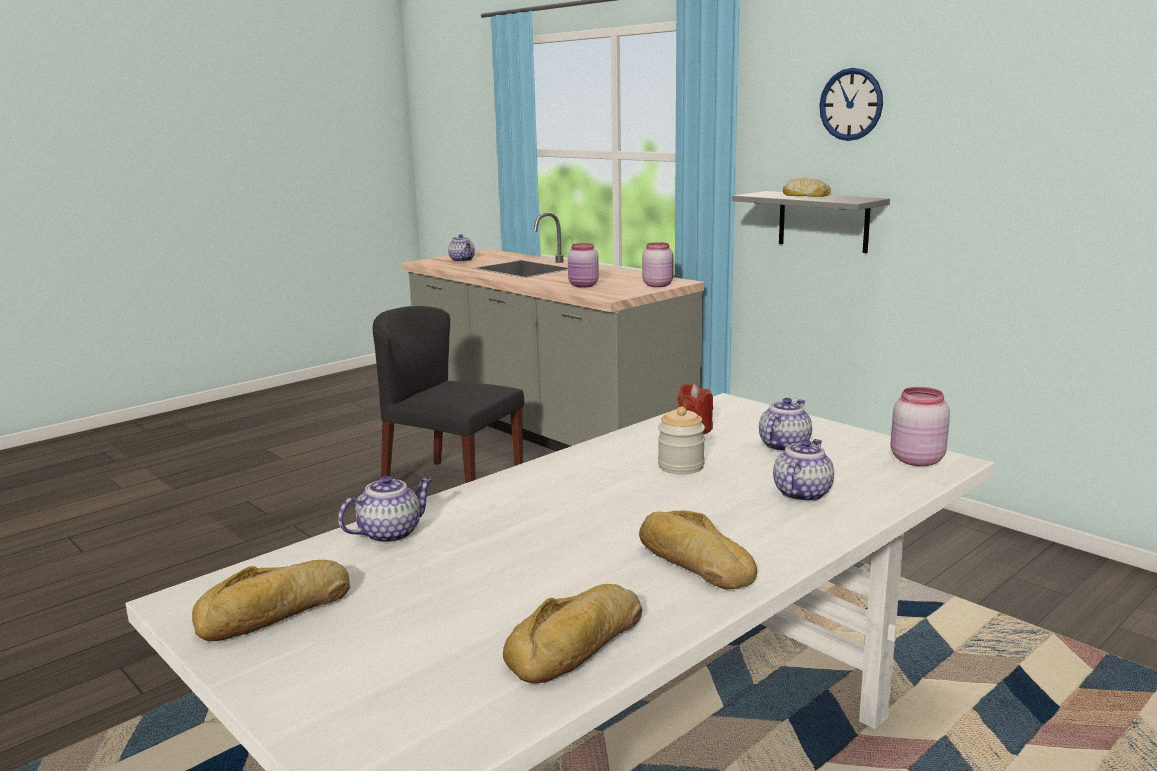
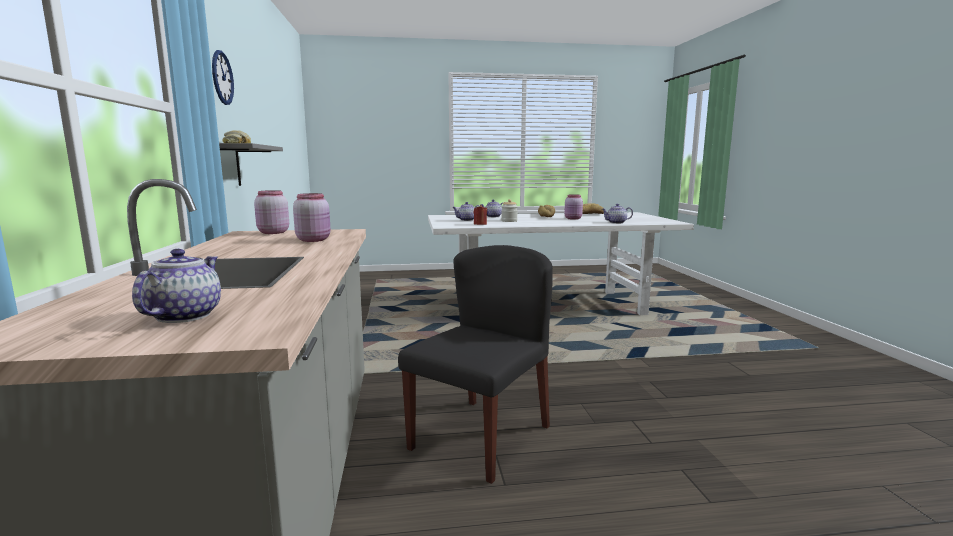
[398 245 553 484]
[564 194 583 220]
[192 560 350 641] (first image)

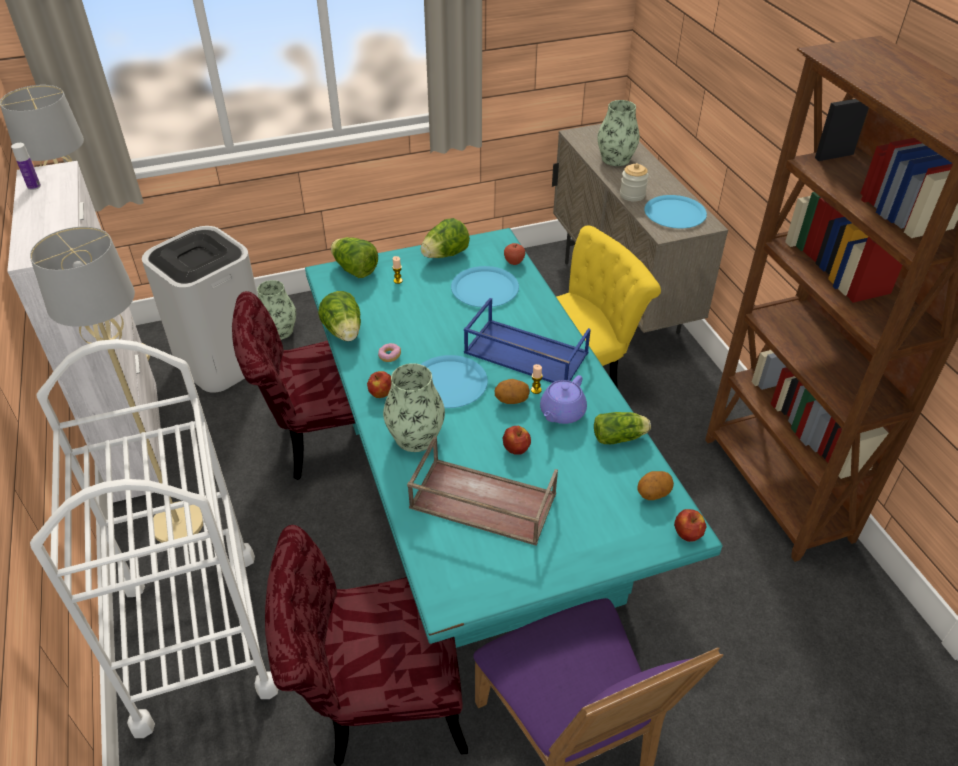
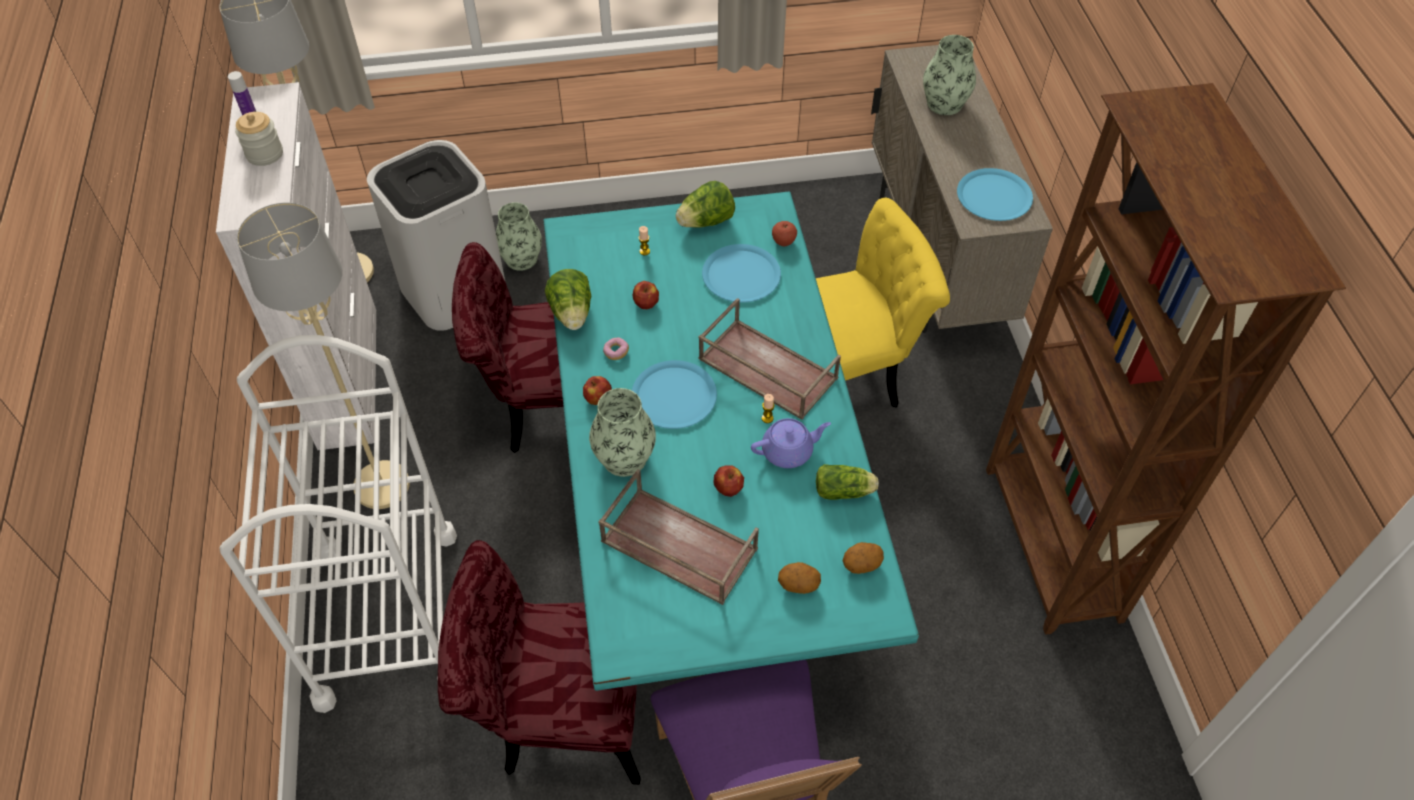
[235 112 283 166]
[331 237 378 278] (first image)
[699 298 841 420]
[751 418 831 468]
[778 562 821 594]
[632 281 659 309]

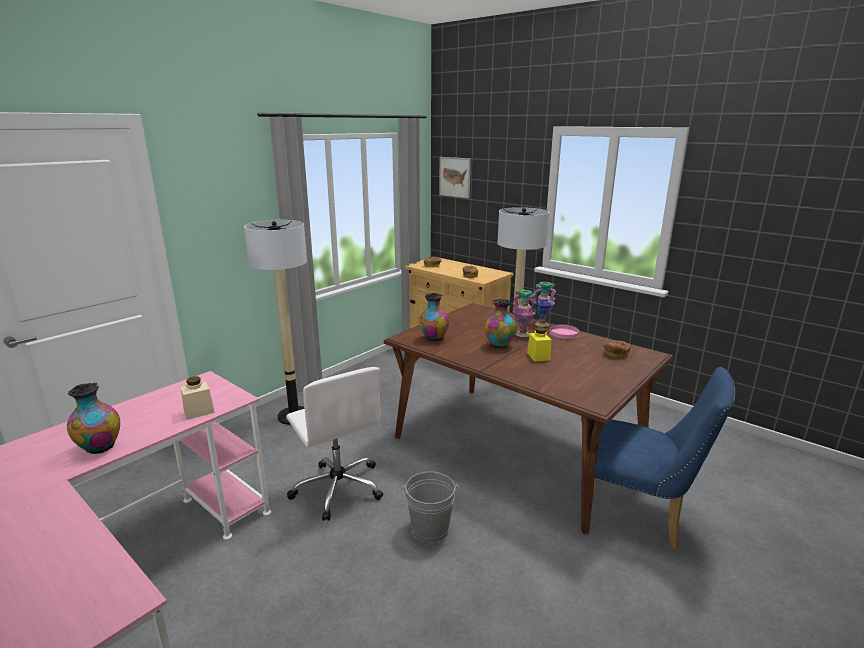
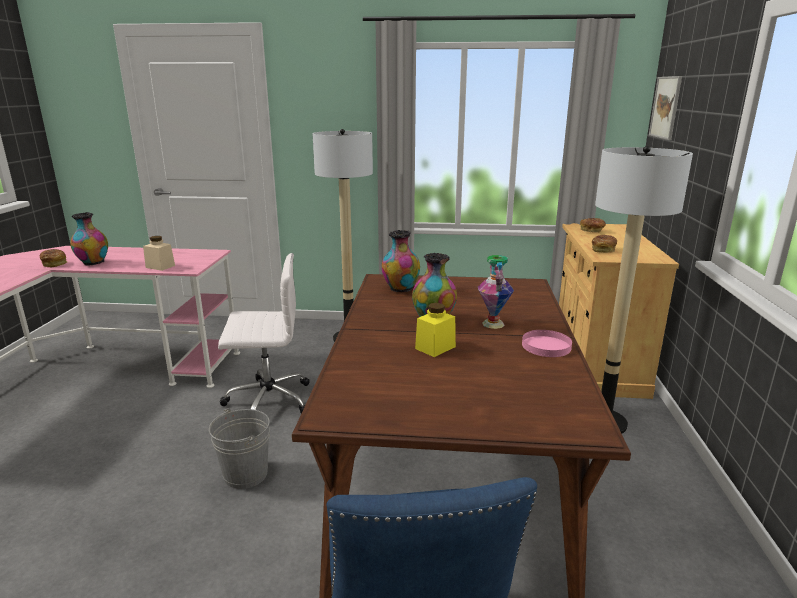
[533 282 556 327] (first image)
[40 249 67 267]
[218 253 310 413]

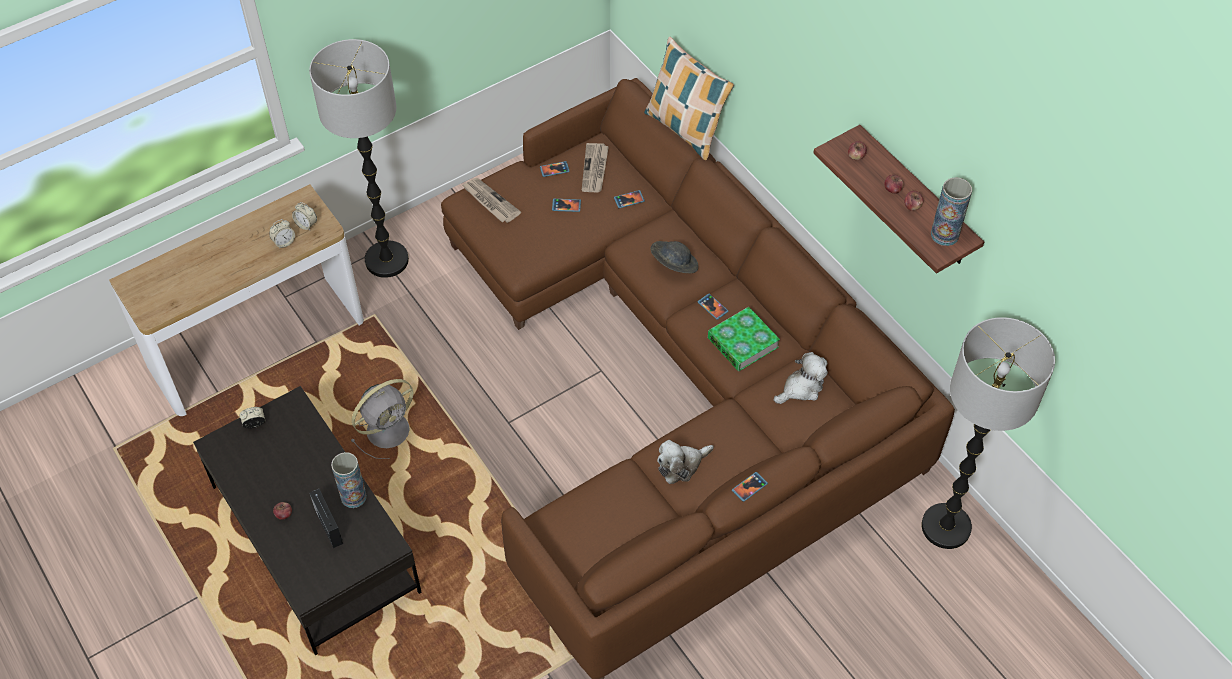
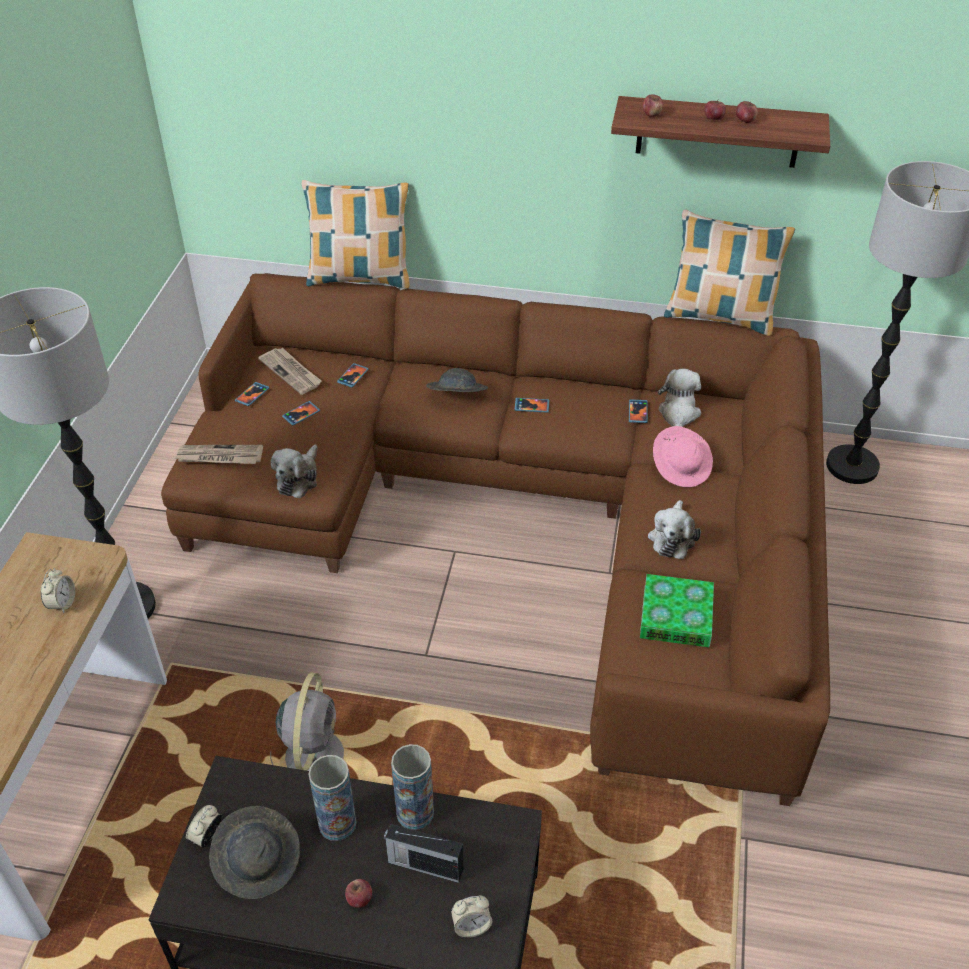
[308 755 356 841]
[451 895 492 938]
[640 574 714 647]
[629 399 648 423]
[664 210 795 336]
[653 426 713 487]
[271 445 317 498]
[209 806 300 899]

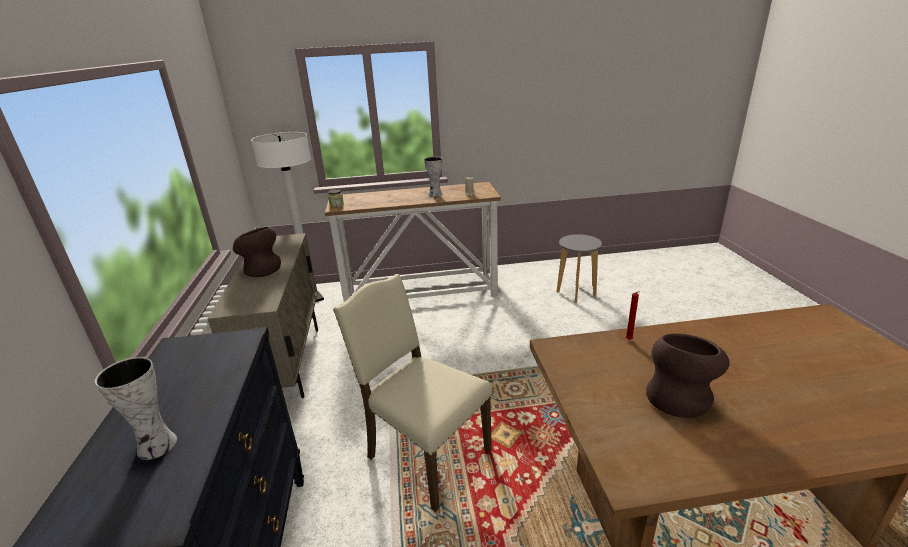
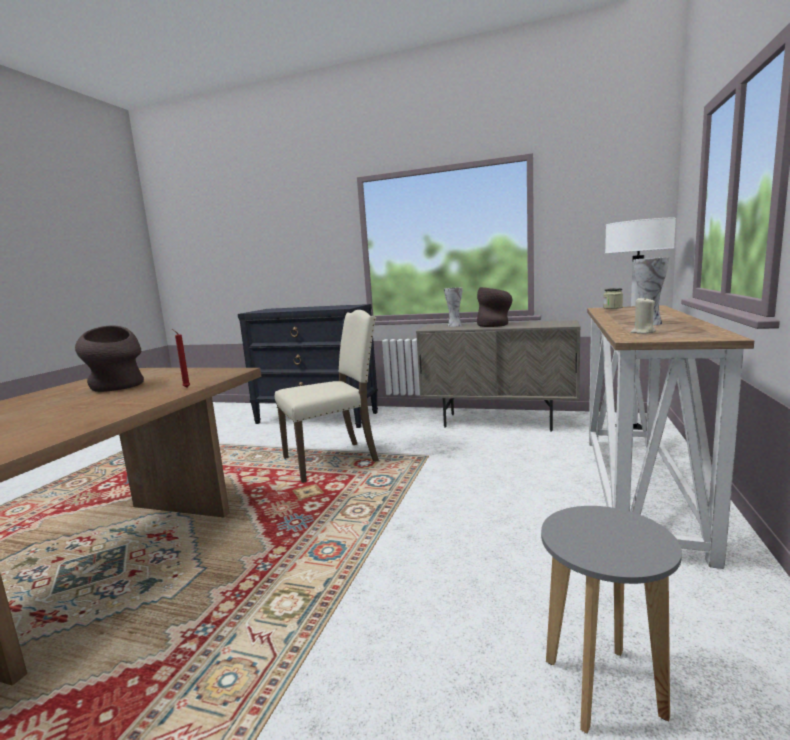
[444 287 462 327]

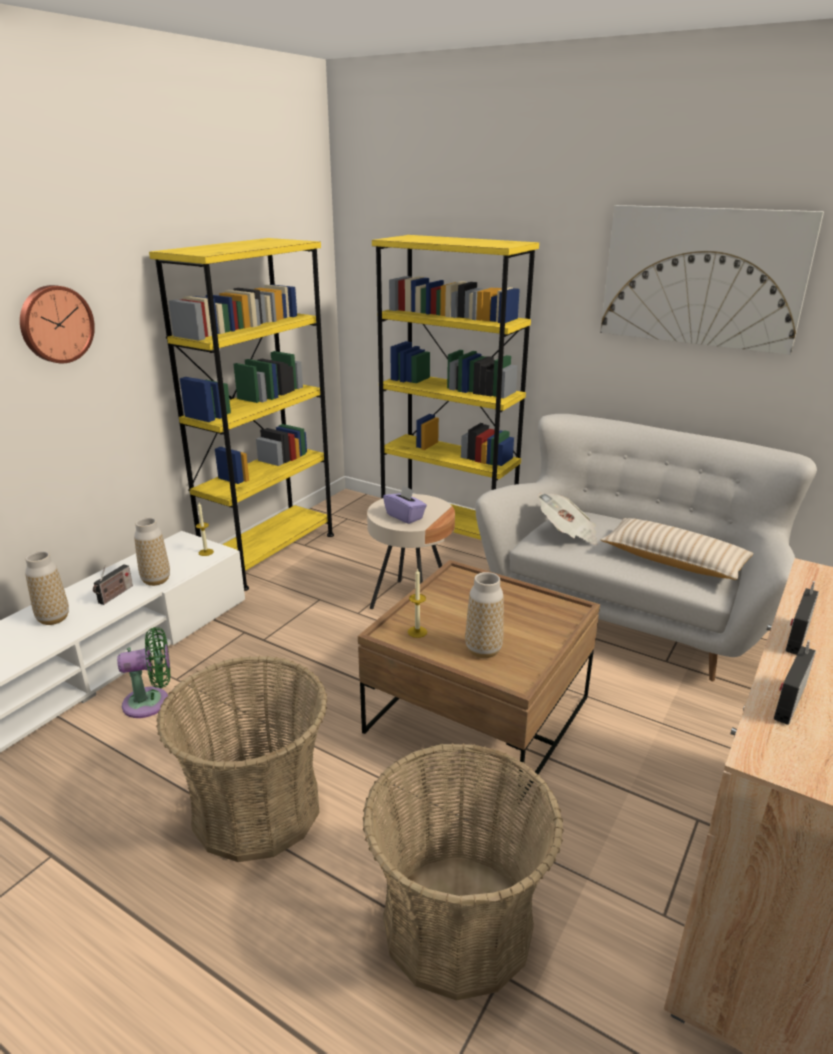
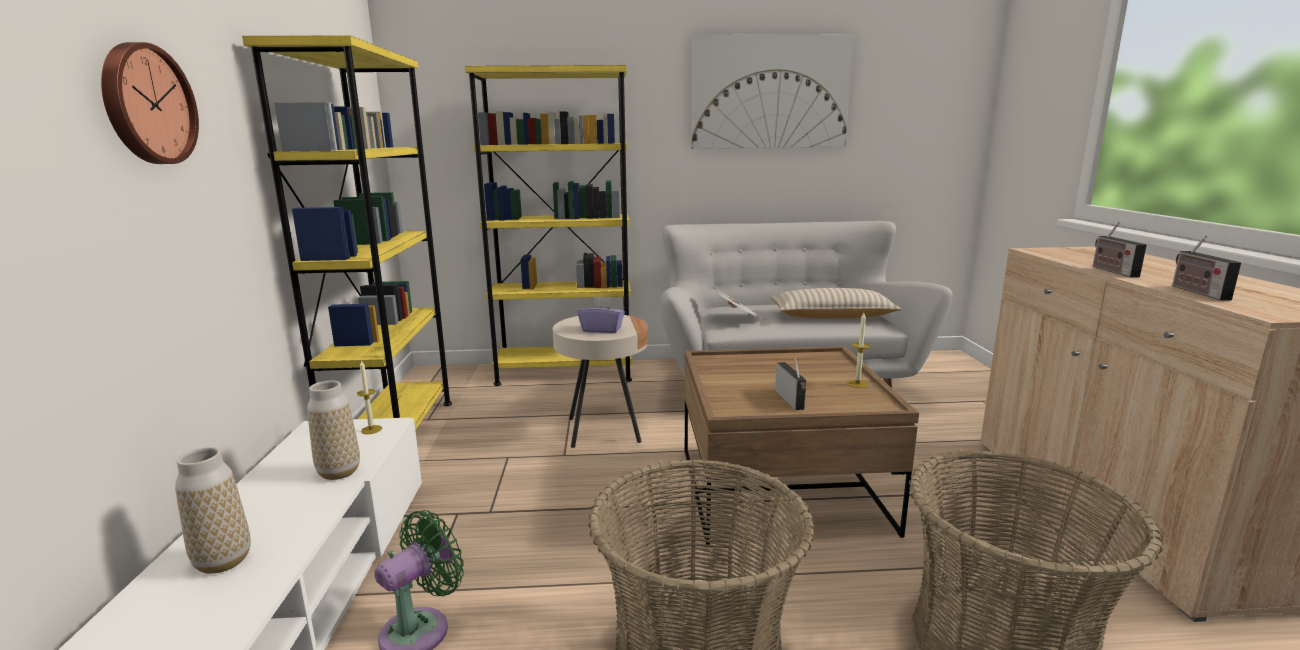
[775 357 806 410]
[847 313 870 388]
[465 572 504 658] (first image)

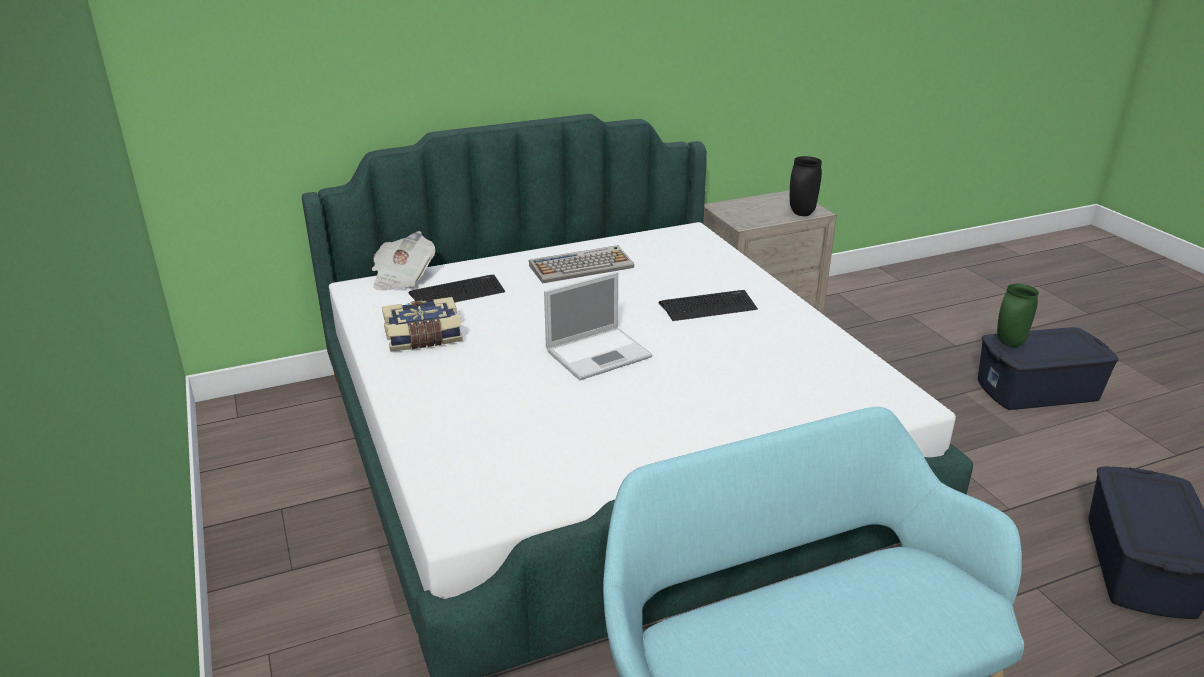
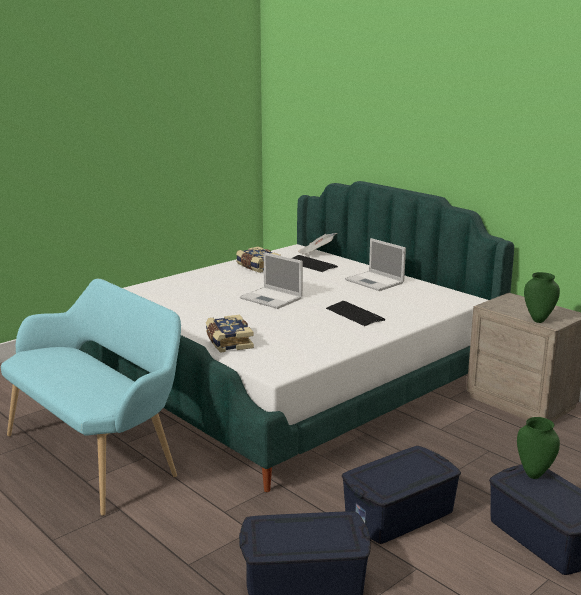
[524 272 560 323]
[345 238 406 291]
[206 315 254 353]
[342 446 461 544]

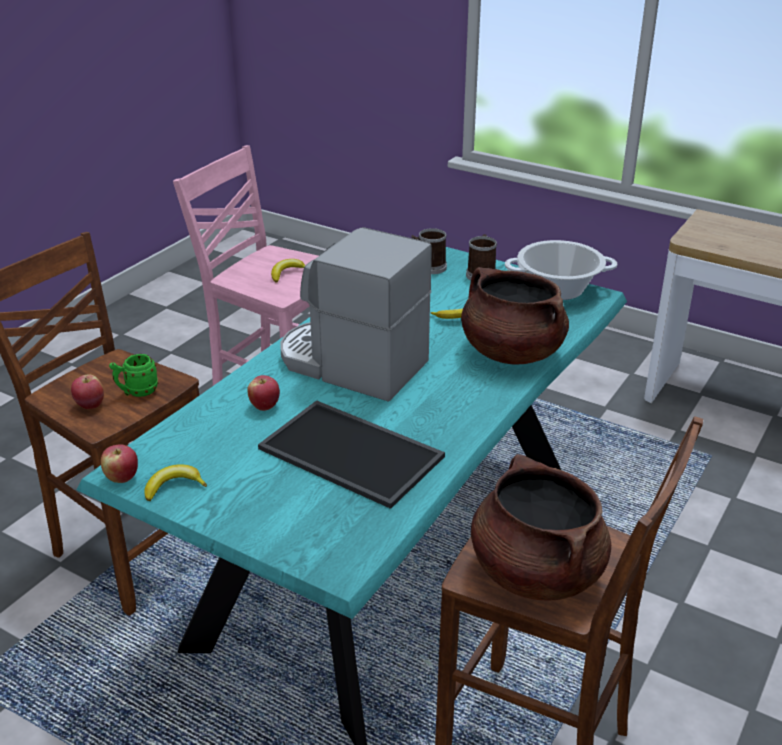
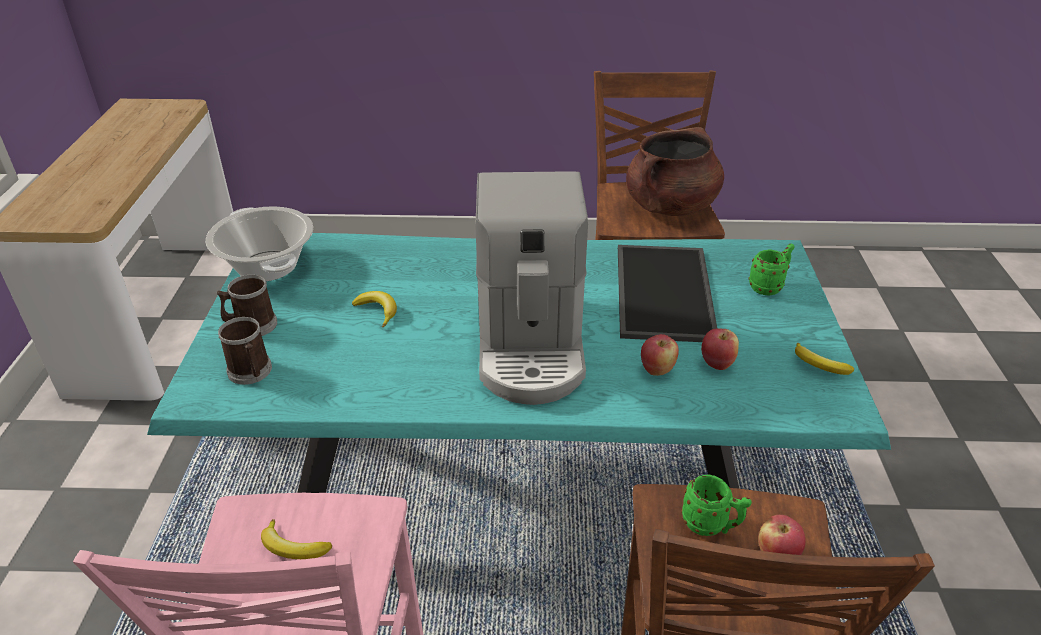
[461 267 569 364] (first image)
[701 329 739 370]
[748 244 795 296]

